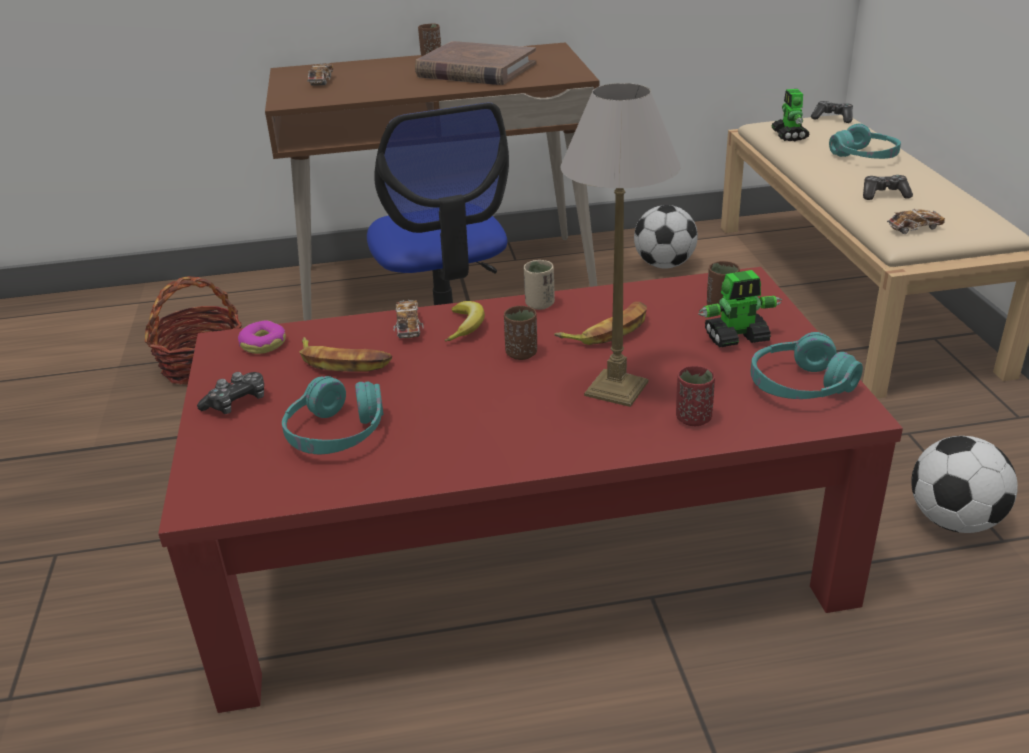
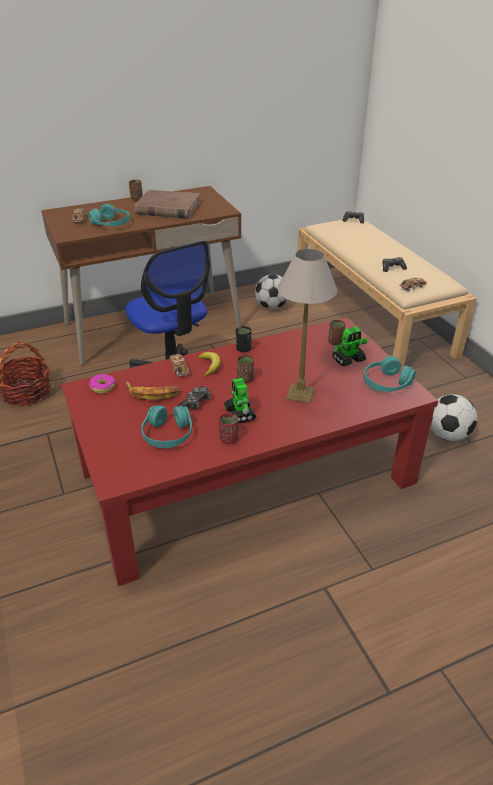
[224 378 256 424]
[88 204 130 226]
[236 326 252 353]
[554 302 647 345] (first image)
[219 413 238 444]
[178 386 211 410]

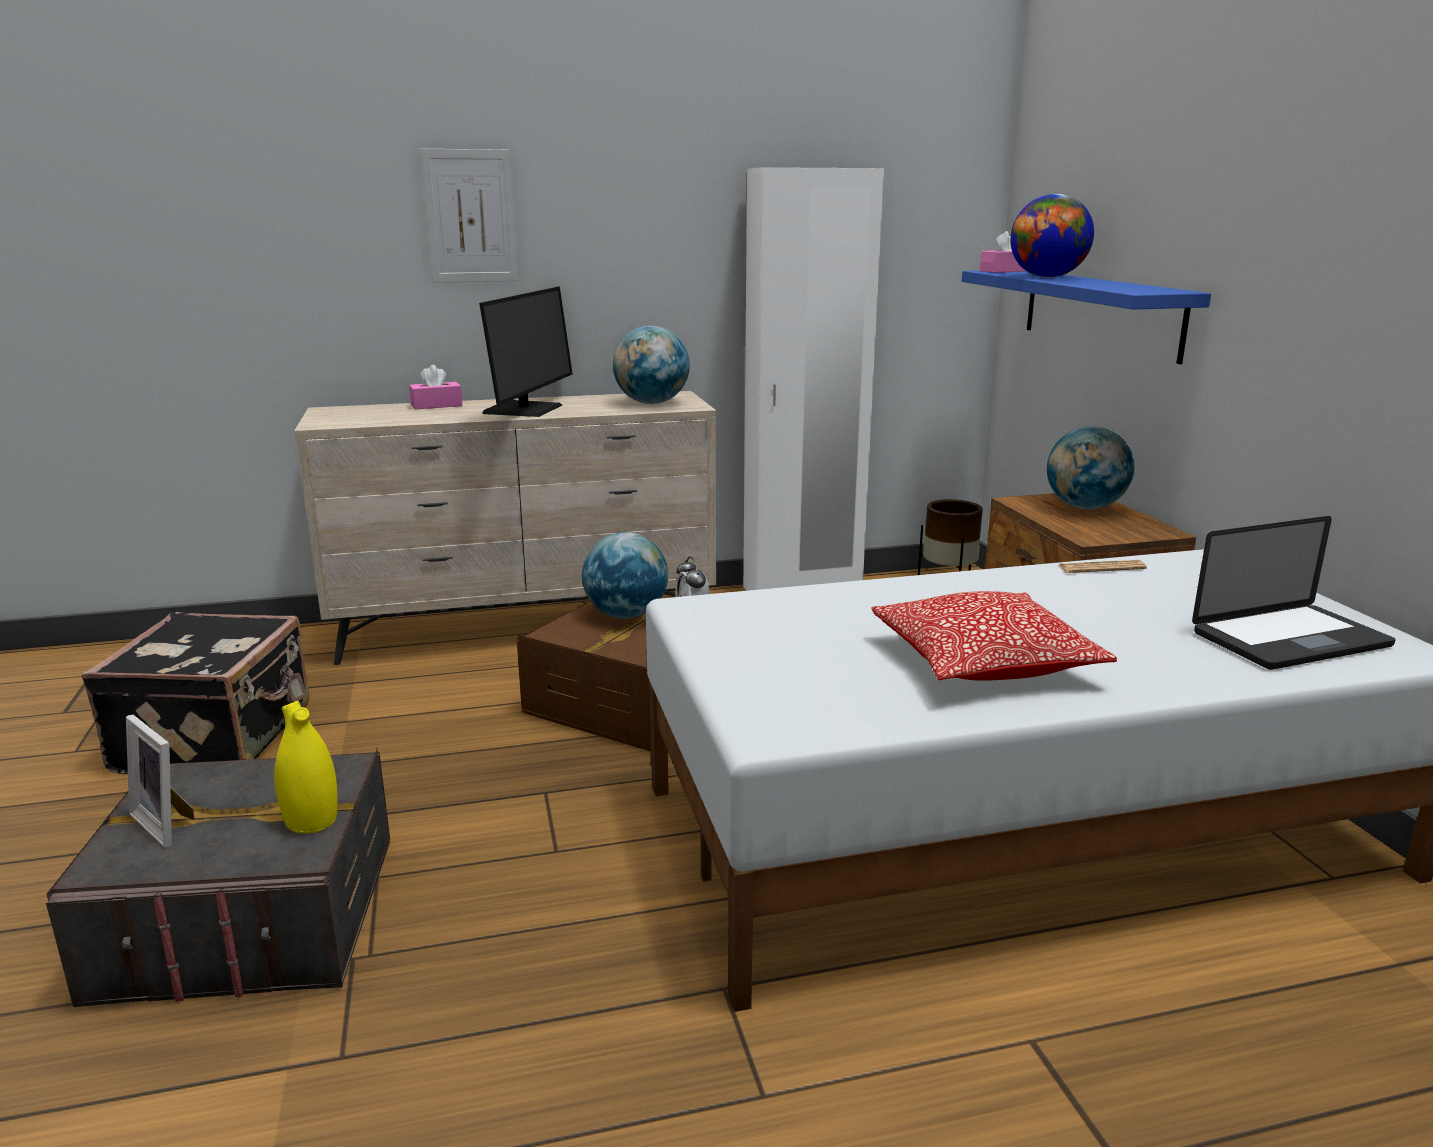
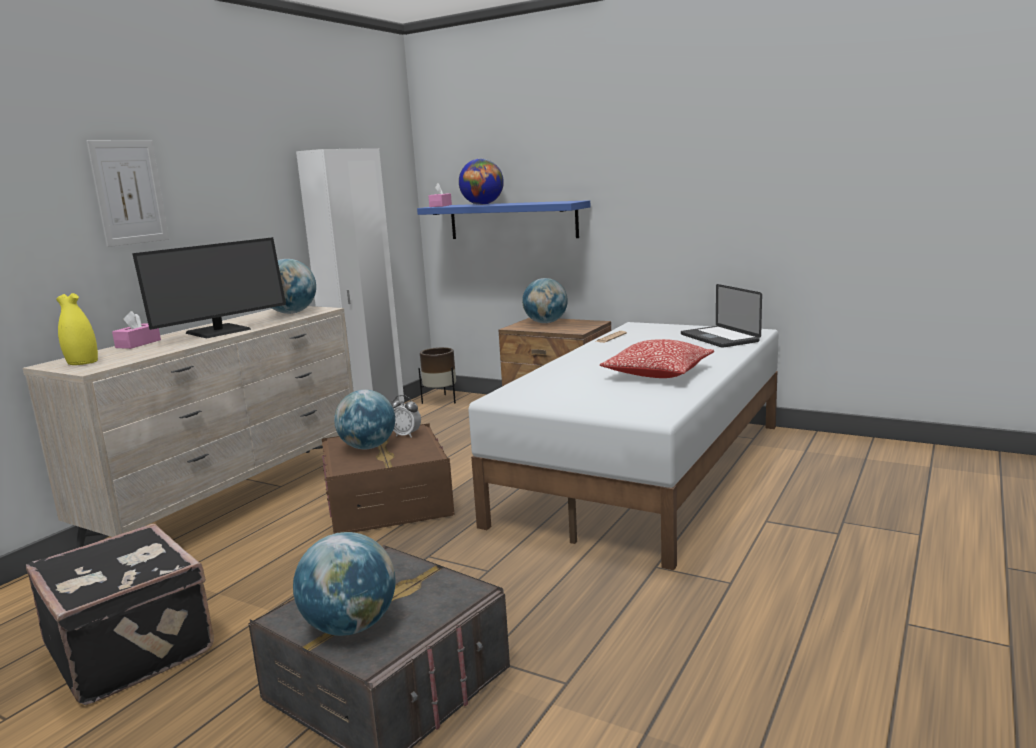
[132 237 286 338]
[681 284 762 348]
[56 293 98 365]
[293 532 396 636]

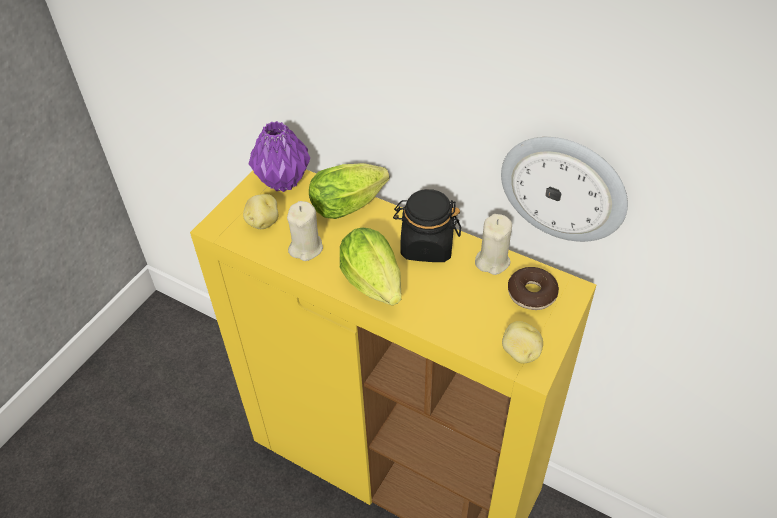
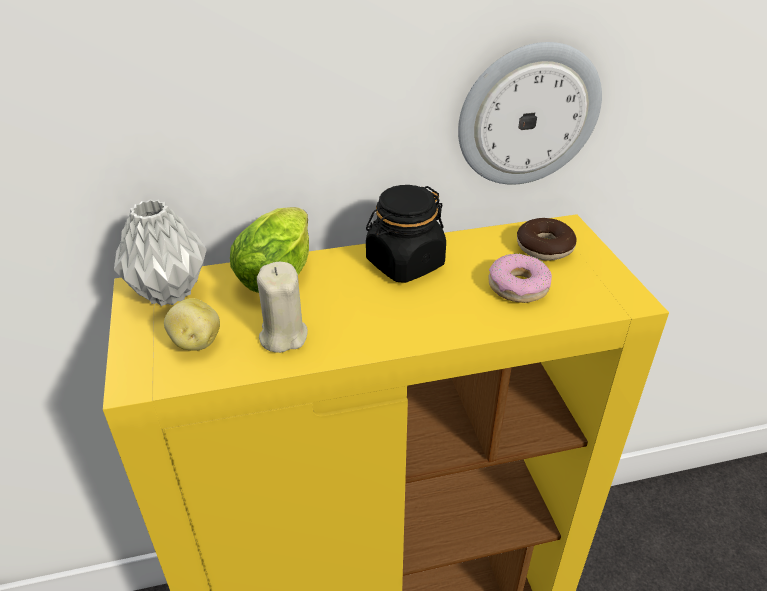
[114 199 207 306]
[475 214 512 275] (first image)
[340 227 401 306] (first image)
[502 321 543 364] (first image)
[488 253 552 303]

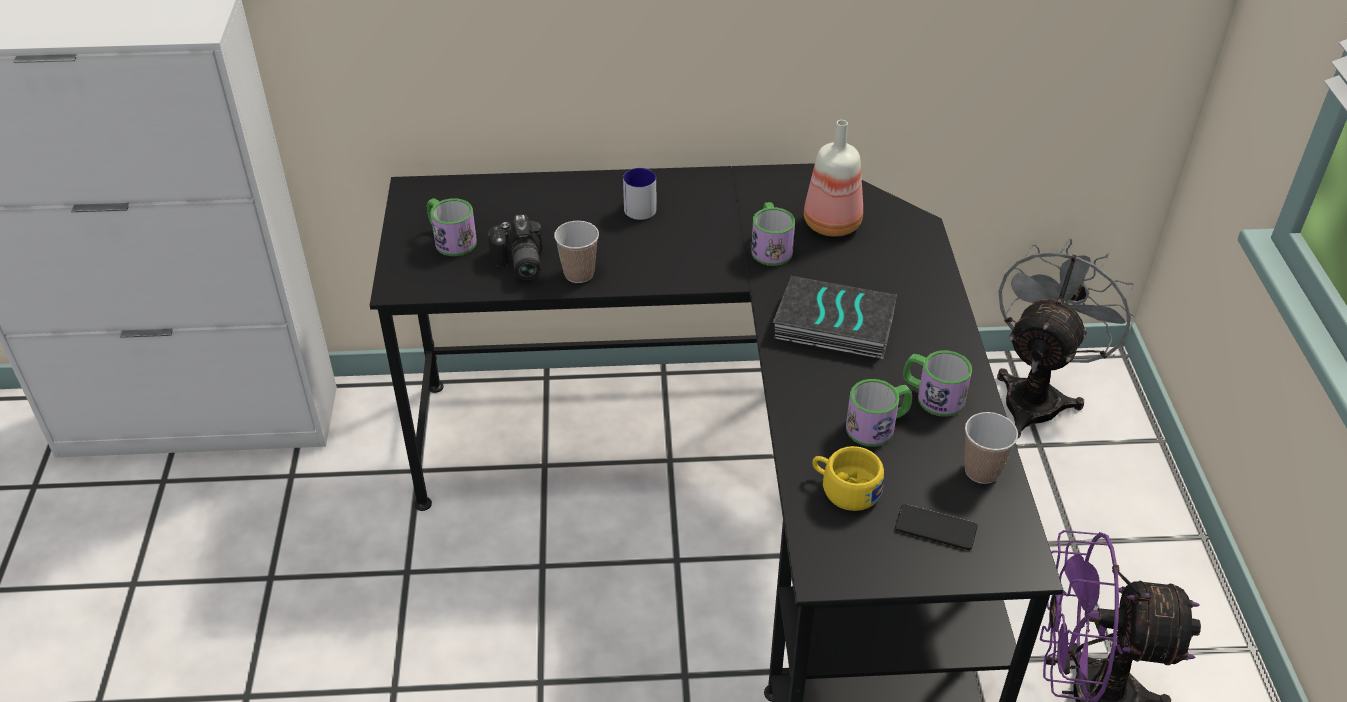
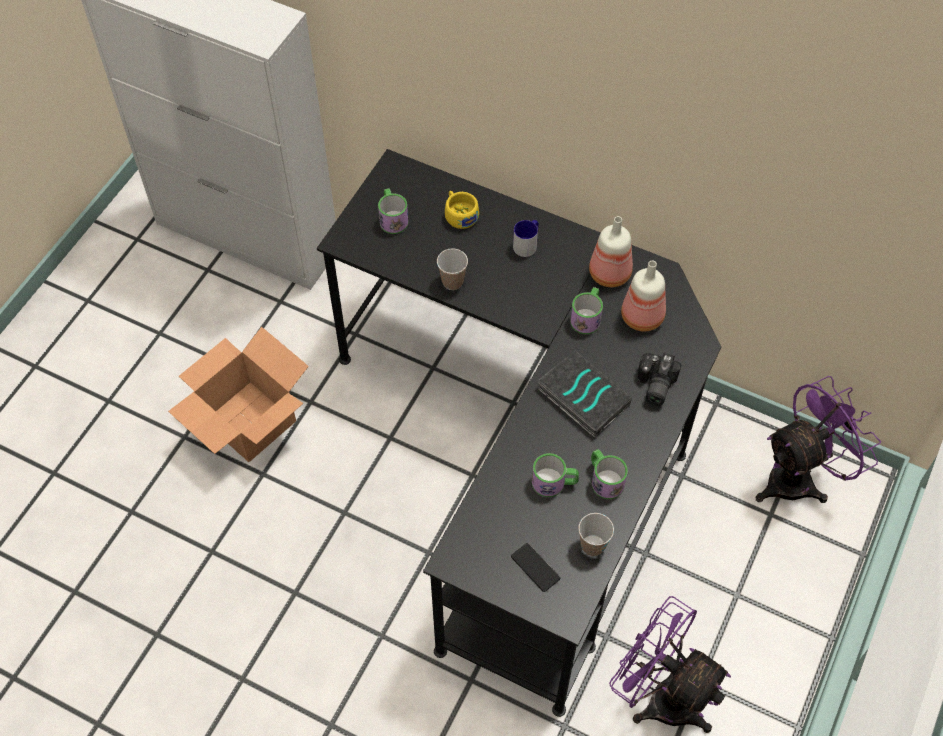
[638 353 681 406]
[756 376 881 503]
[445 191 479 229]
[589 216 633 287]
[168 327 309 462]

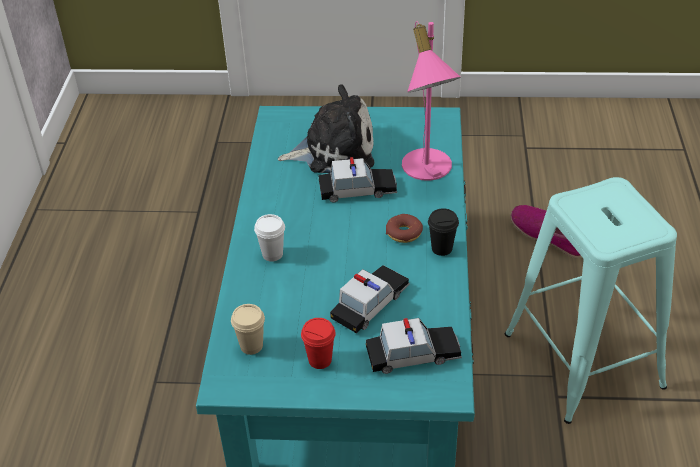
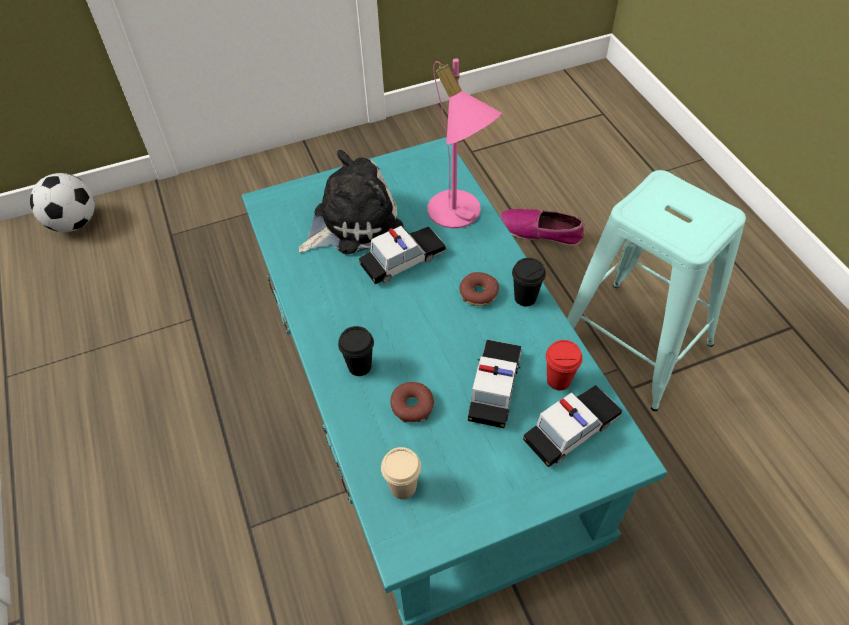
[338 326 374 376]
[546 340 582 390]
[30 173 95 232]
[390 382 434 423]

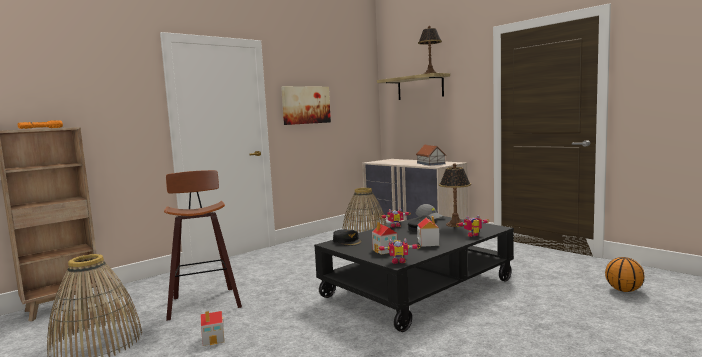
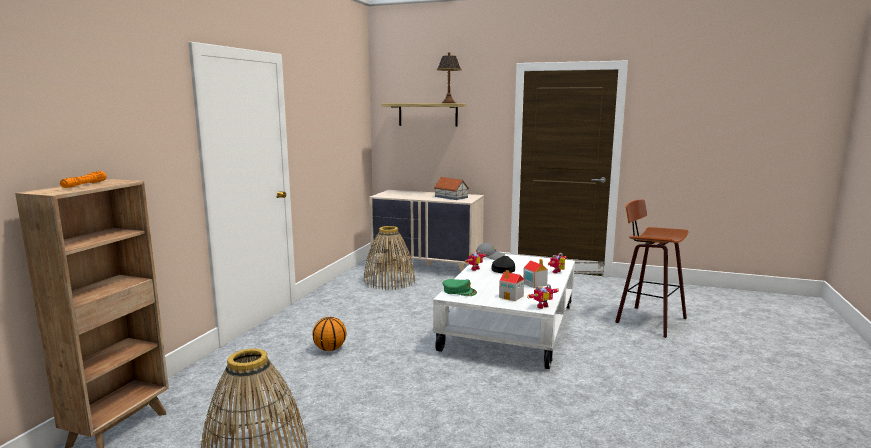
[281 86 331 125] (first image)
[439 164 471 227] (first image)
[615 199 689 338]
[433 254 575 369]
[442 279 477 296]
[312 317 346 351]
[200 311 224 346] (first image)

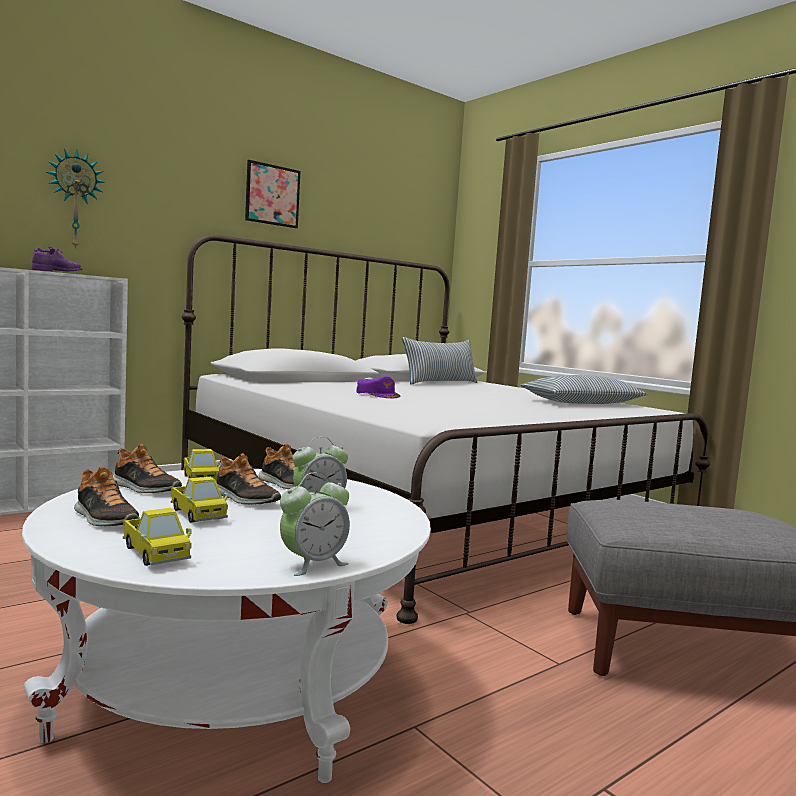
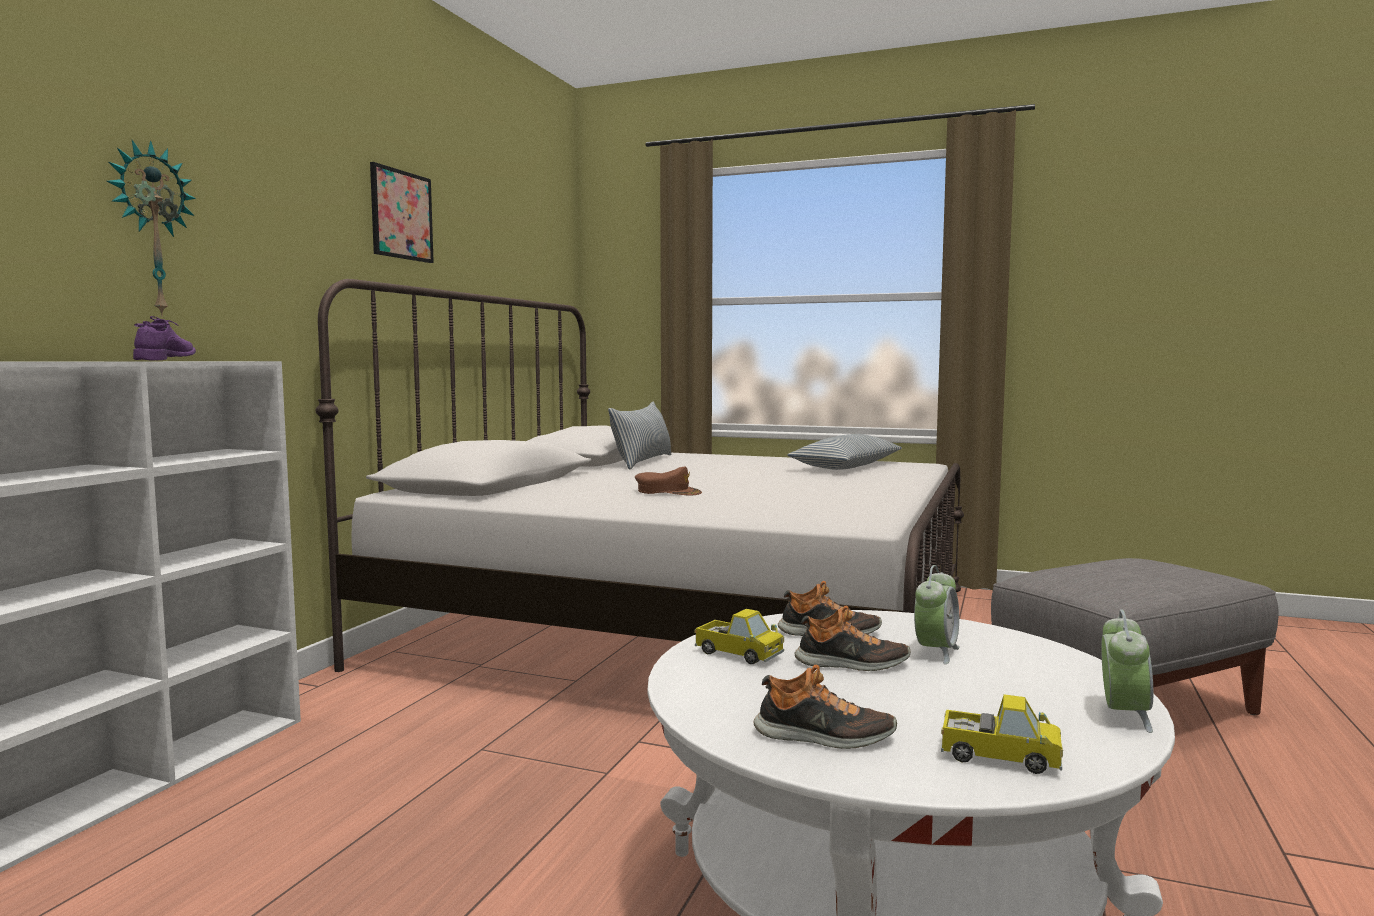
[635 467 702 495]
[113 444 182 493] (first image)
[171 477 228 523] (first image)

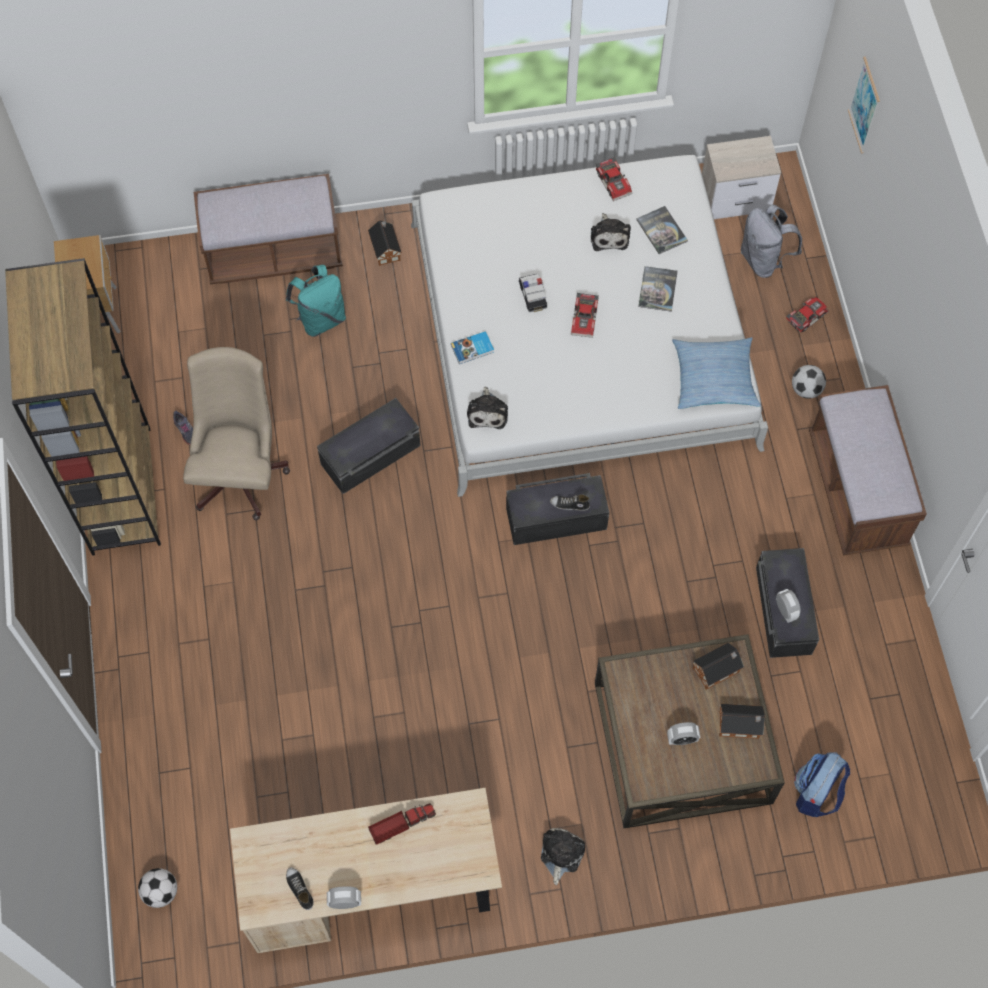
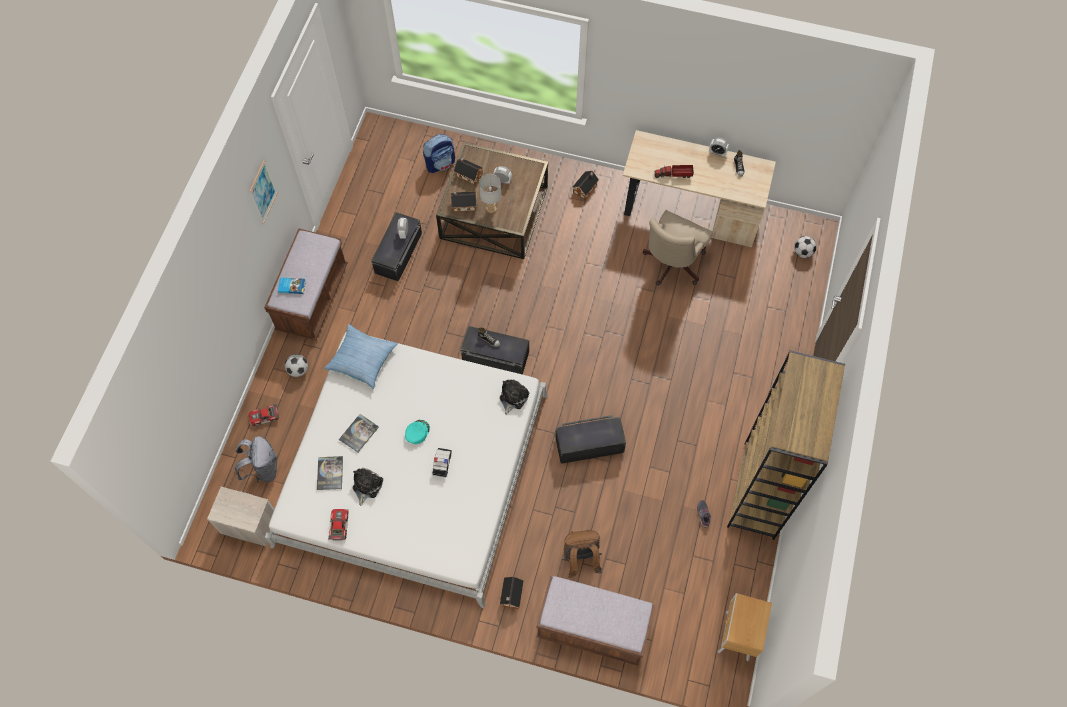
[249 160 278 224]
[562 530 602 578]
[405 420 430 444]
[278 277 306 294]
[642 210 713 285]
[573 171 599 200]
[479 174 501 213]

